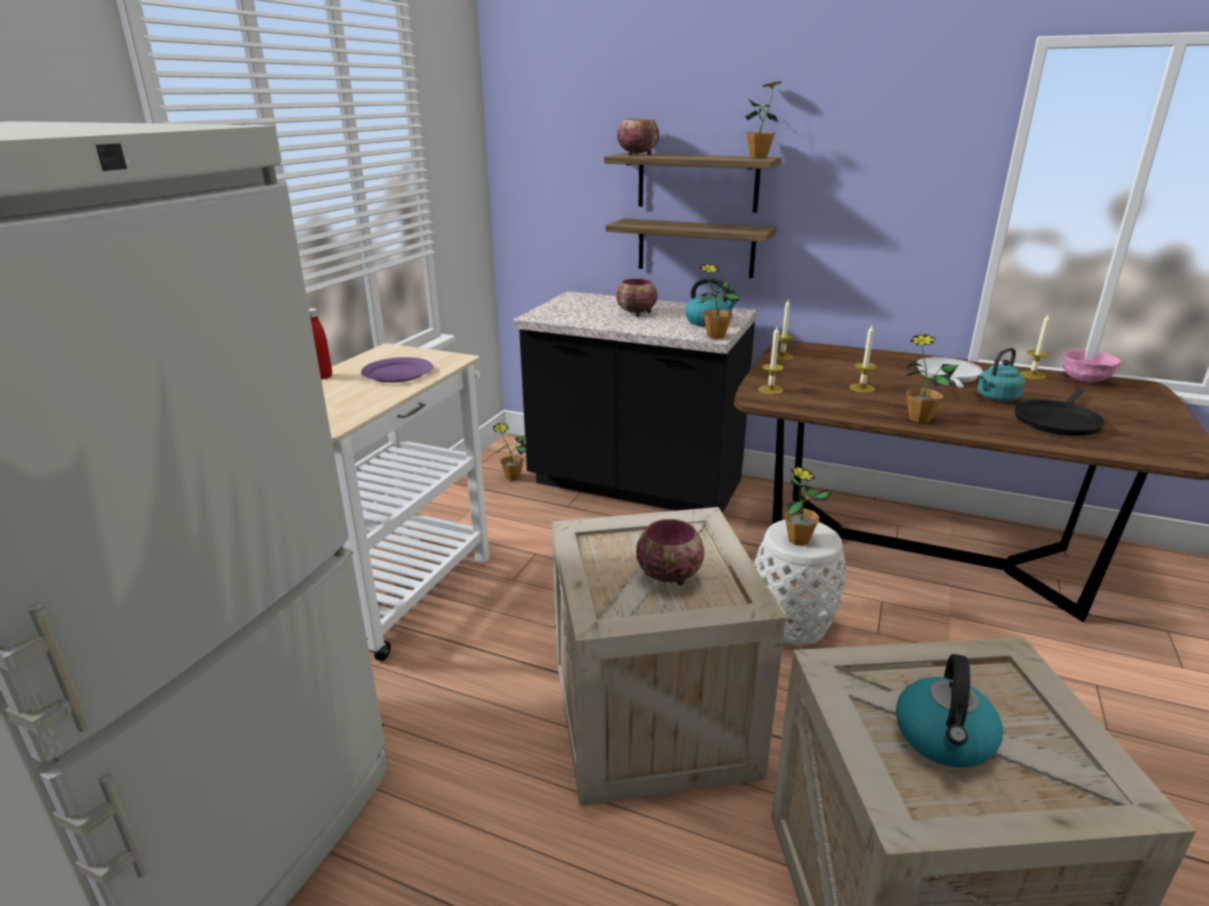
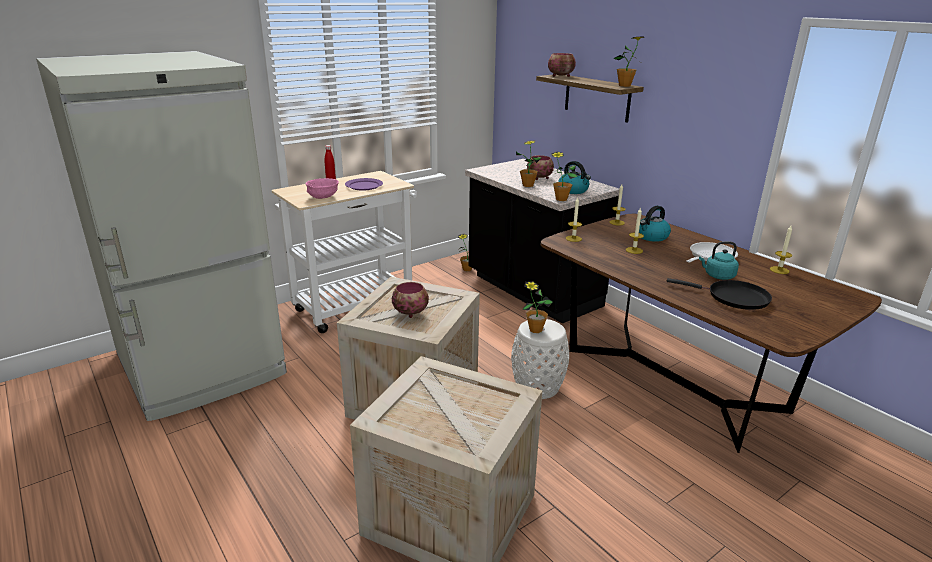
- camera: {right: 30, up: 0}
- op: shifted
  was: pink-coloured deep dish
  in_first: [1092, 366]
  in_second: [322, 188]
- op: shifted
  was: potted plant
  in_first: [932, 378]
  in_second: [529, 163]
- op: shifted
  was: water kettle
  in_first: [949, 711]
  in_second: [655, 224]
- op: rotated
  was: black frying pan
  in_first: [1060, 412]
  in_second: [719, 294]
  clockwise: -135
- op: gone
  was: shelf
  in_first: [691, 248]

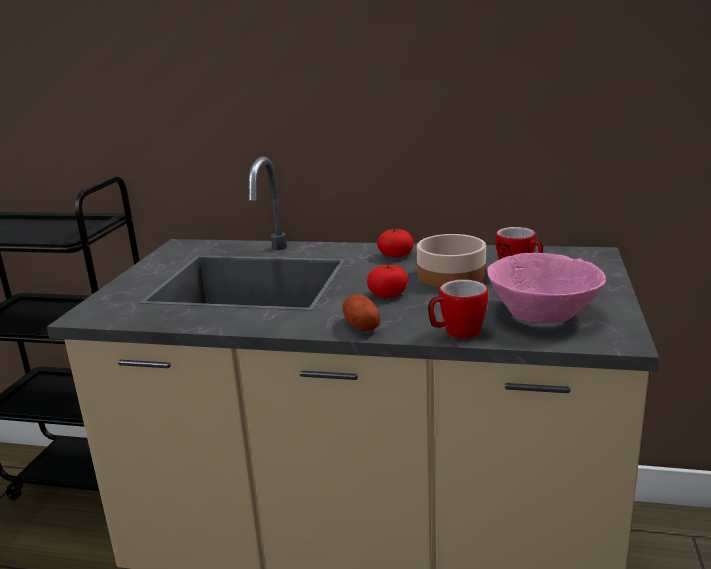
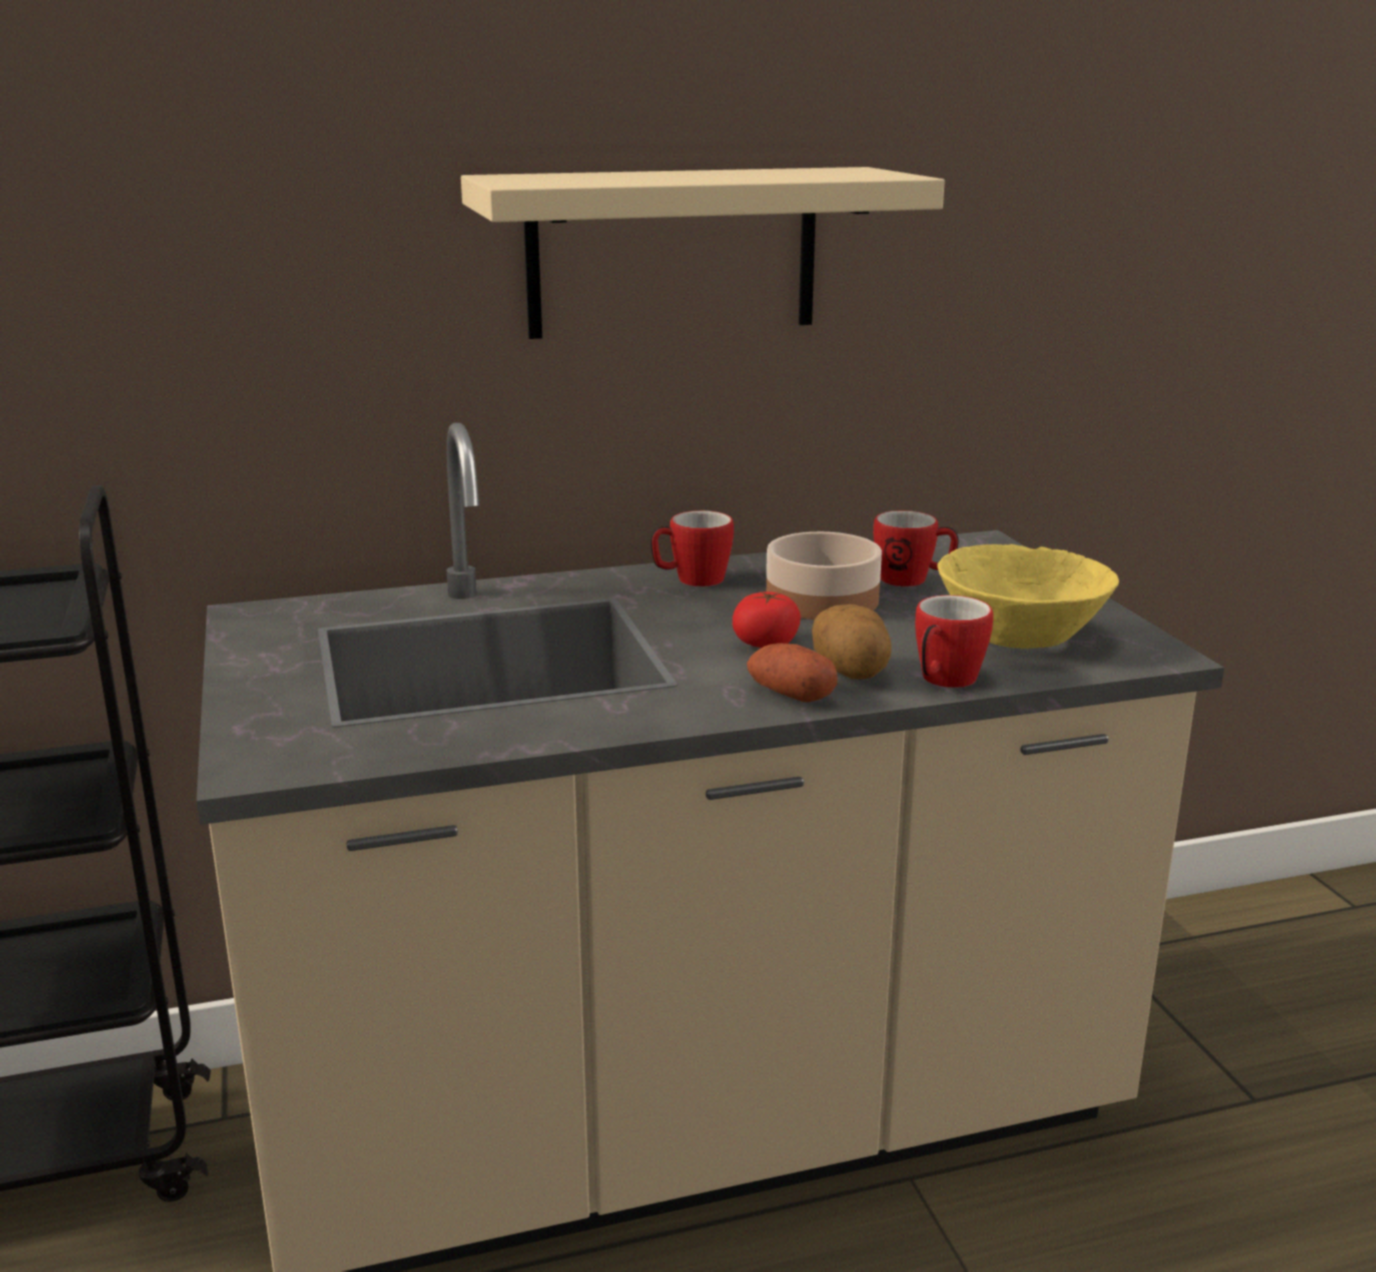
- camera: {right: -30, up: 0}
- op: new
  now: sand-coloured shelf
  in_second: [703, 253]
- op: swapped
  was: fresh tomato
  now: tea mug
  in_first: [395, 243]
  in_second: [692, 549]
- op: new
  now: whole potato
  in_second: [851, 642]
- op: repainted
  was: pink-coloured deep dish
  now: yellowish deep dish
  in_first: [546, 288]
  in_second: [1028, 596]

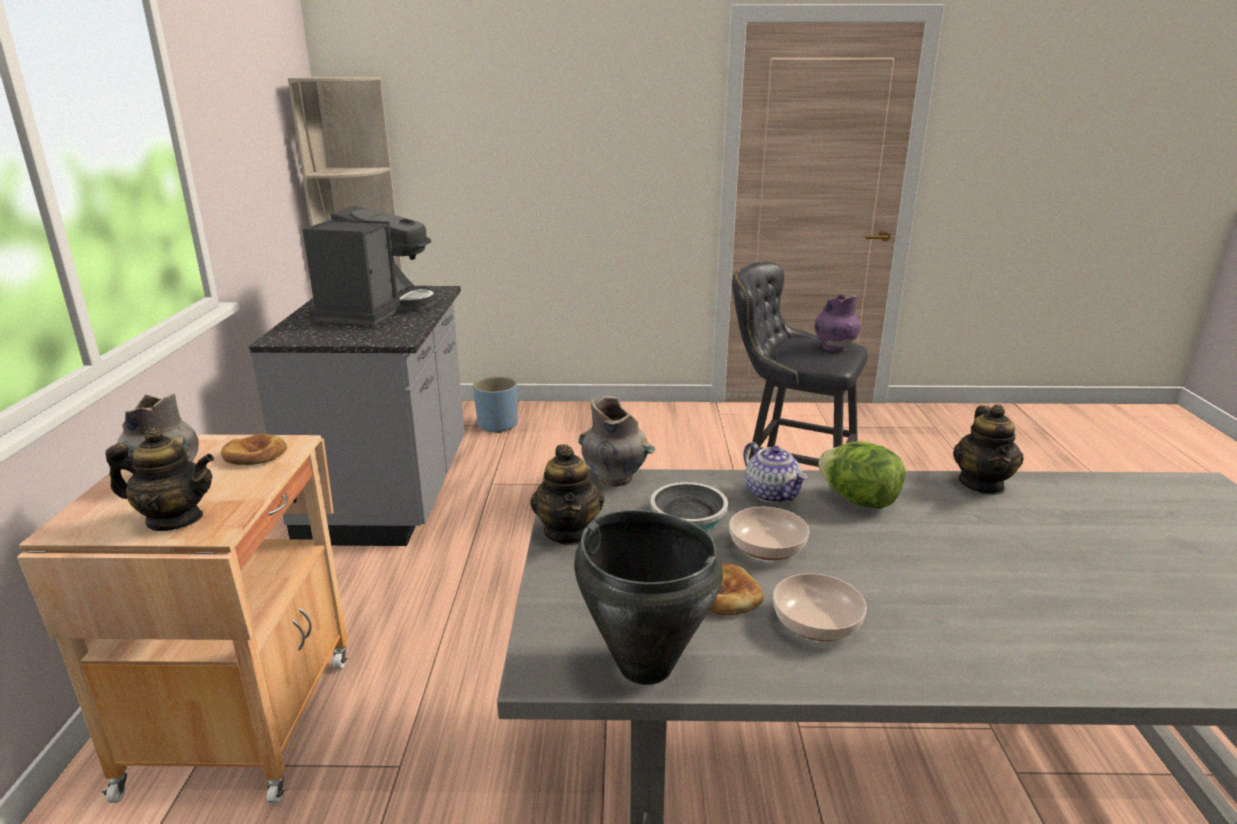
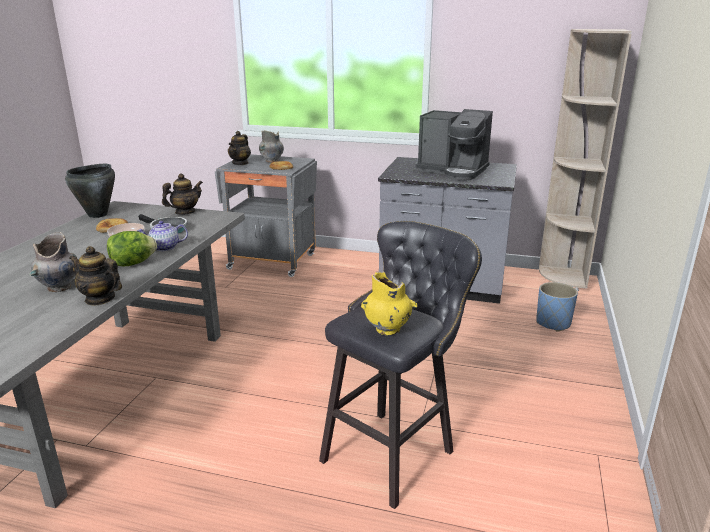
- camera: {right: 105, up: 0}
- op: shifted
  was: gray flower vase
  in_first: [616, 440]
  in_second: [53, 262]
- op: rotated
  was: teapot
  in_first: [567, 494]
  in_second: [182, 194]
  clockwise: 135
- op: repainted
  was: brown-coloured trolley
  now: gray trolley
  in_first: [183, 620]
  in_second: [266, 215]
- op: repainted
  was: purplish flower vase
  now: yellowish flower vase
  in_first: [837, 323]
  in_second: [389, 303]
- op: gone
  was: deep dish
  in_first: [820, 607]

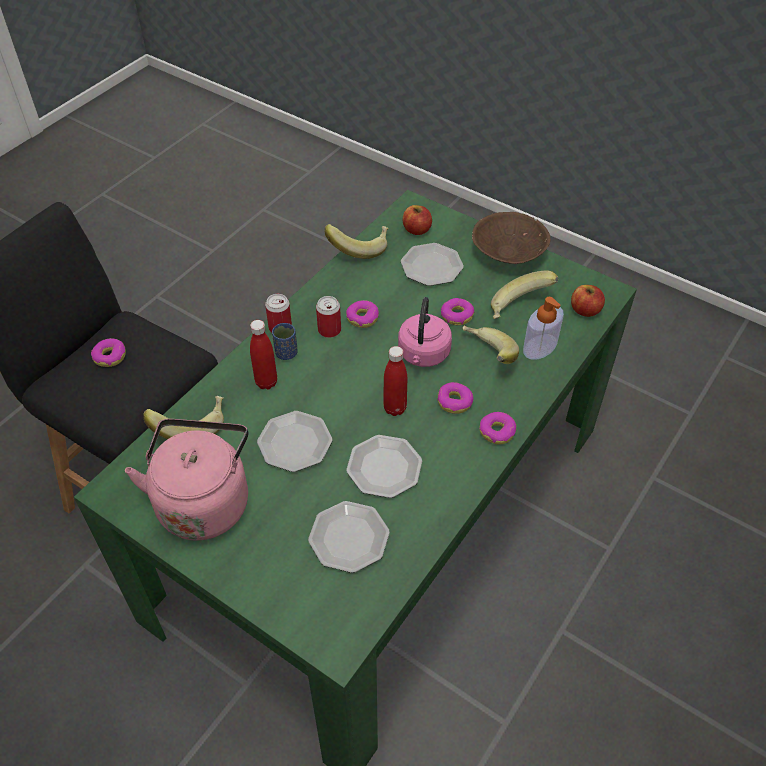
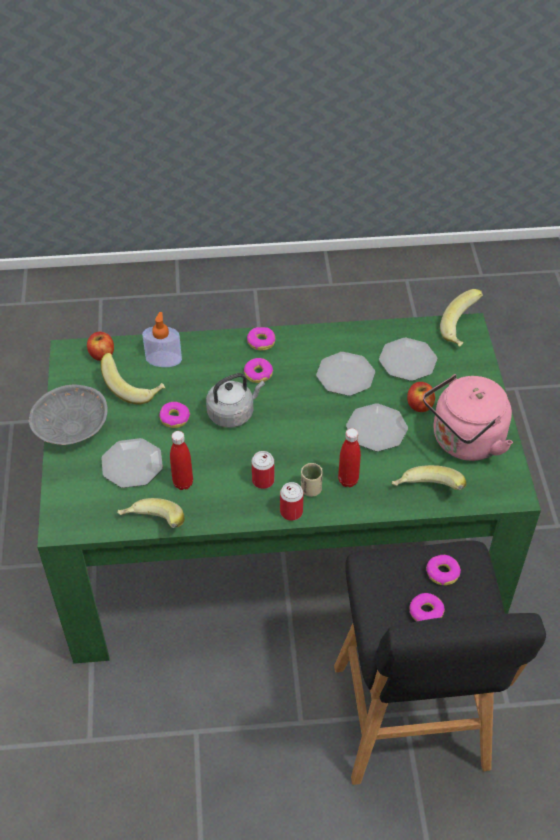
- camera: {right: -130, up: 0}
- op: repainted
  was: brown-coloured deep dish
  now: gray deep dish
  in_first: [511, 238]
  in_second: [68, 415]
- op: shifted
  was: reddish drink bottle
  in_first: [395, 381]
  in_second: [181, 460]
- op: repainted
  was: pink-coloured water kettle
  now: gray water kettle
  in_first: [425, 332]
  in_second: [235, 400]
- op: repainted
  was: blue cup
  now: sand-coloured cup
  in_first: [285, 341]
  in_second: [312, 480]
- op: shifted
  was: whole apple
  in_first: [417, 220]
  in_second: [421, 397]
- op: shifted
  was: ring doughnut
  in_first: [362, 314]
  in_second: [443, 570]
- op: shifted
  was: whole banana
  in_first: [490, 344]
  in_second: [461, 318]

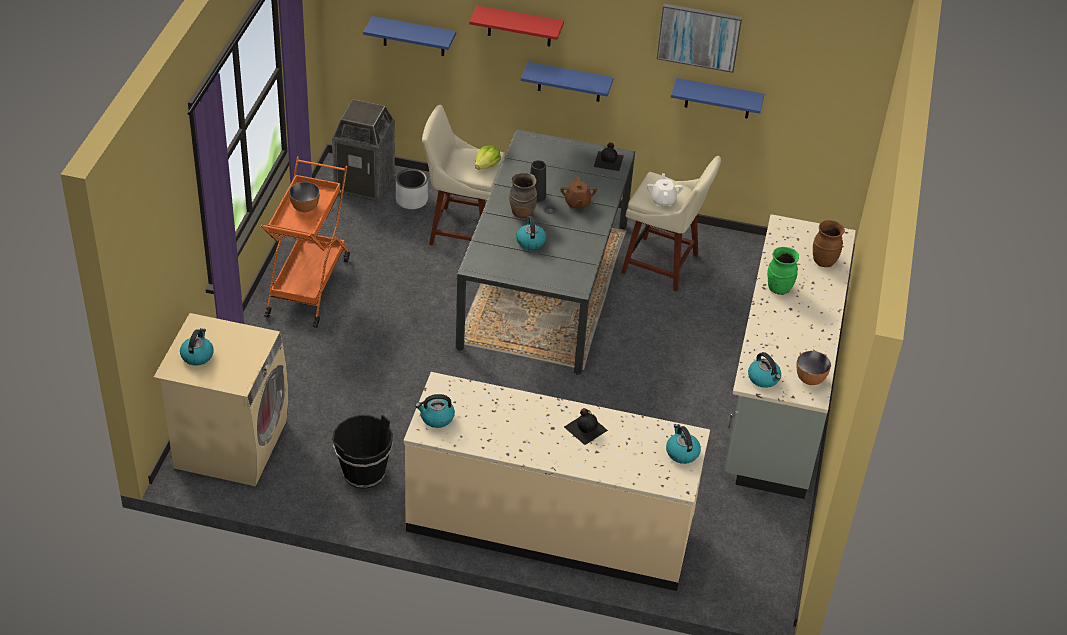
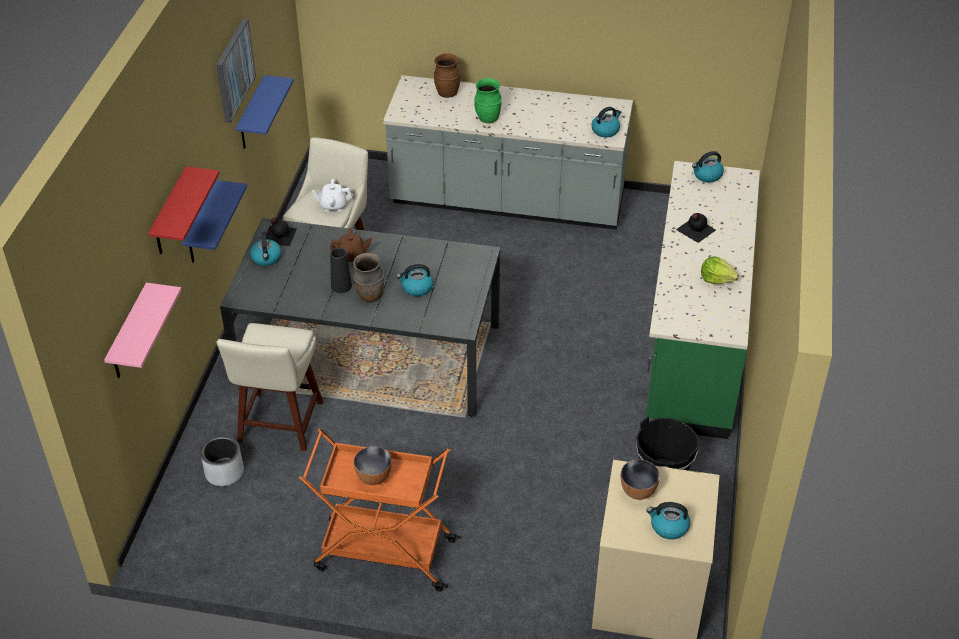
- camera: {right: -90, up: 0}
- op: repainted
  was: blue shelf
  now: pink-coloured shelf
  in_first: [409, 36]
  in_second: [142, 330]
- op: shifted
  was: water kettle
  in_first: [435, 411]
  in_second: [266, 249]
- op: shifted
  was: deep dish
  in_first: [813, 368]
  in_second: [640, 480]
- op: repainted
  was: sand-coloured kitchen counter
  now: greenish kitchen counter
  in_first: [557, 481]
  in_second: [703, 300]
- op: shifted
  was: lettuce head
  in_first: [488, 157]
  in_second: [720, 270]
- op: gone
  was: trash can
  in_first: [363, 150]

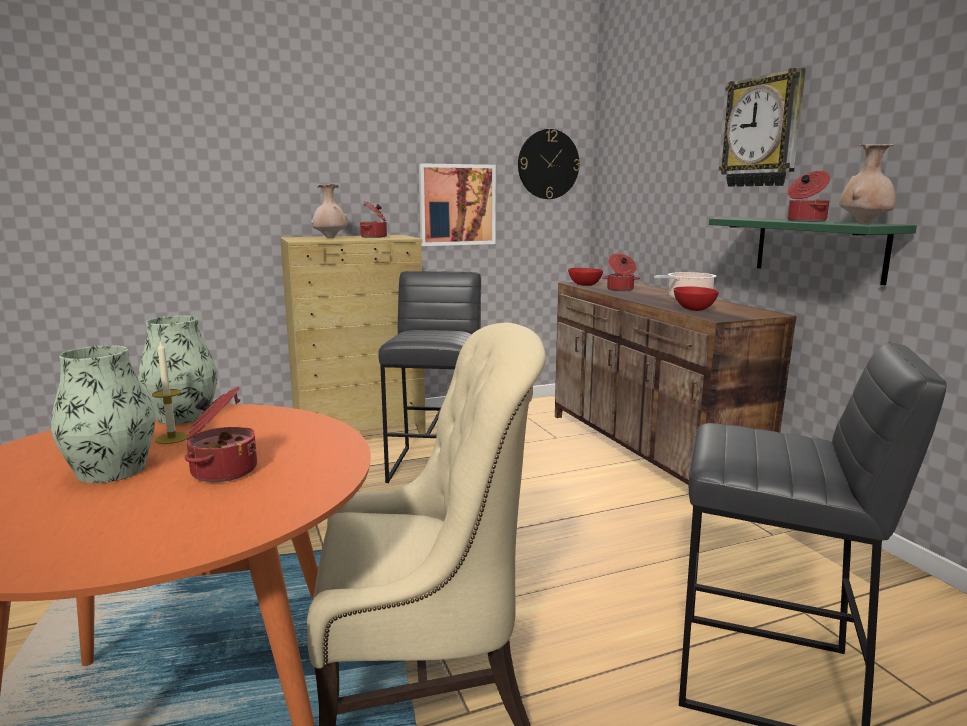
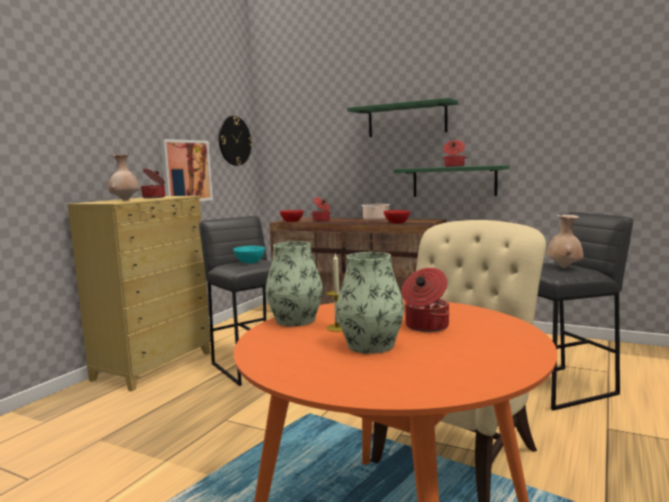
- camera: {right: -40, up: -5}
- op: new
  now: turquoise deep dish
  in_second: [249, 254]
- op: swapped
  was: hanging clock
  now: greenish shelf
  in_first: [762, 127]
  in_second: [402, 117]
- op: shifted
  was: sand-coloured flower vase
  in_first: [867, 184]
  in_second: [564, 241]

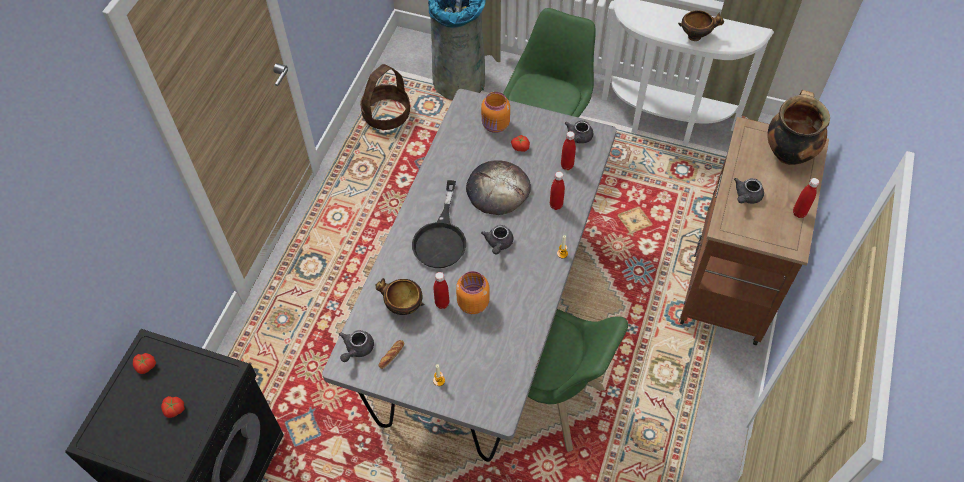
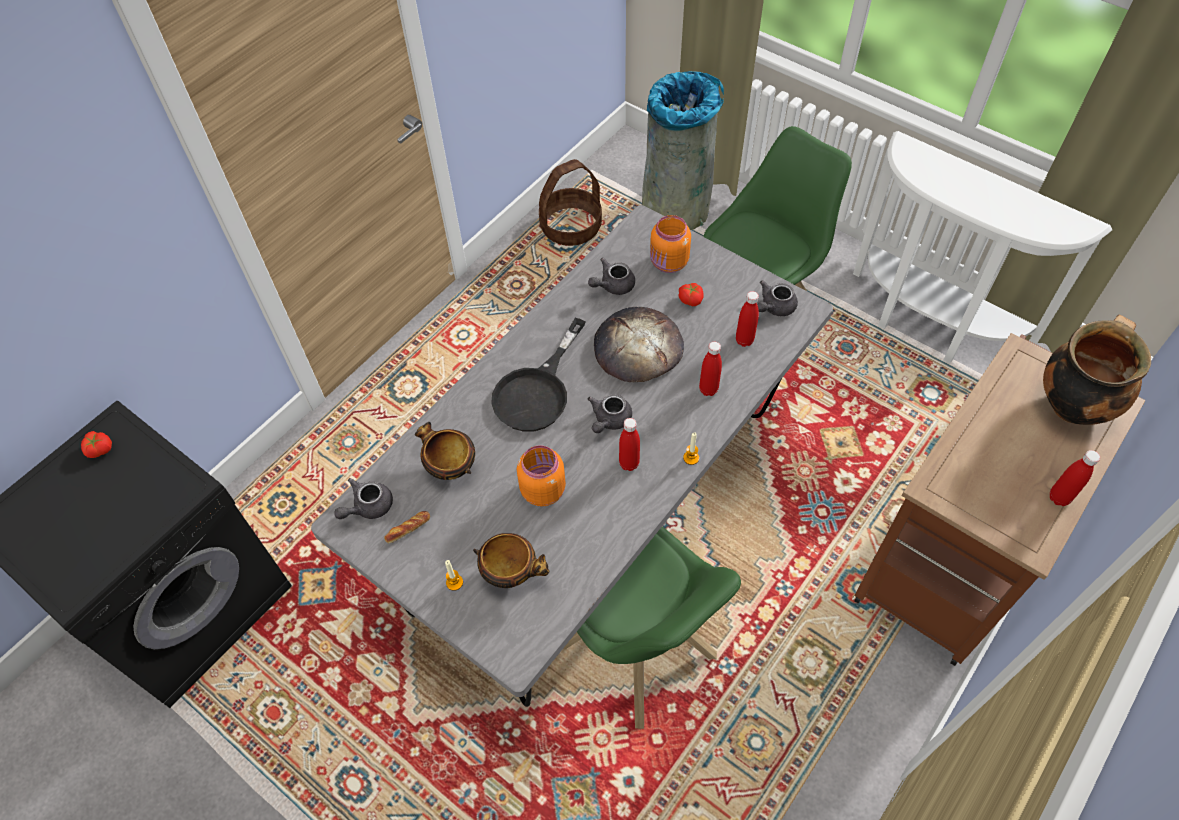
- camera: {right: 20, up: 0}
- op: shifted
  was: deep dish
  in_first: [701, 25]
  in_second: [511, 560]
- op: shifted
  was: gray teapot
  in_first: [749, 191]
  in_second: [611, 276]
- op: shifted
  was: reddish drink bottle
  in_first: [441, 290]
  in_second: [629, 444]
- op: gone
  was: fresh tomato
  in_first: [173, 407]

